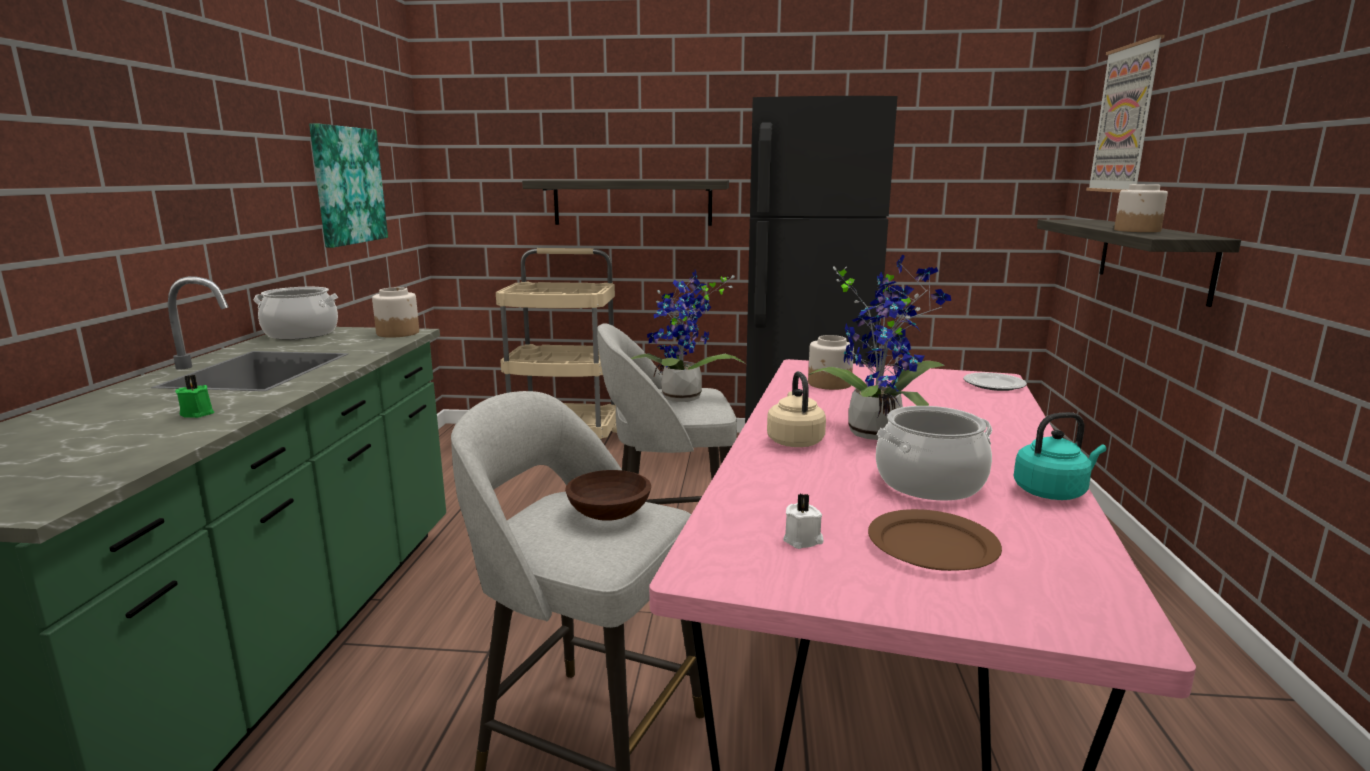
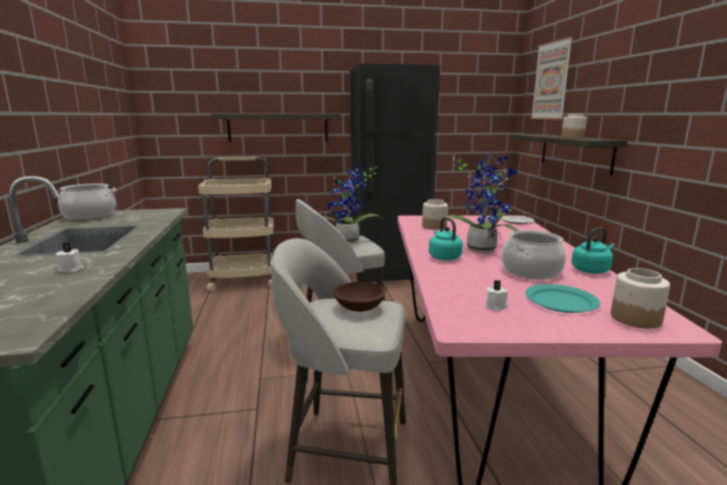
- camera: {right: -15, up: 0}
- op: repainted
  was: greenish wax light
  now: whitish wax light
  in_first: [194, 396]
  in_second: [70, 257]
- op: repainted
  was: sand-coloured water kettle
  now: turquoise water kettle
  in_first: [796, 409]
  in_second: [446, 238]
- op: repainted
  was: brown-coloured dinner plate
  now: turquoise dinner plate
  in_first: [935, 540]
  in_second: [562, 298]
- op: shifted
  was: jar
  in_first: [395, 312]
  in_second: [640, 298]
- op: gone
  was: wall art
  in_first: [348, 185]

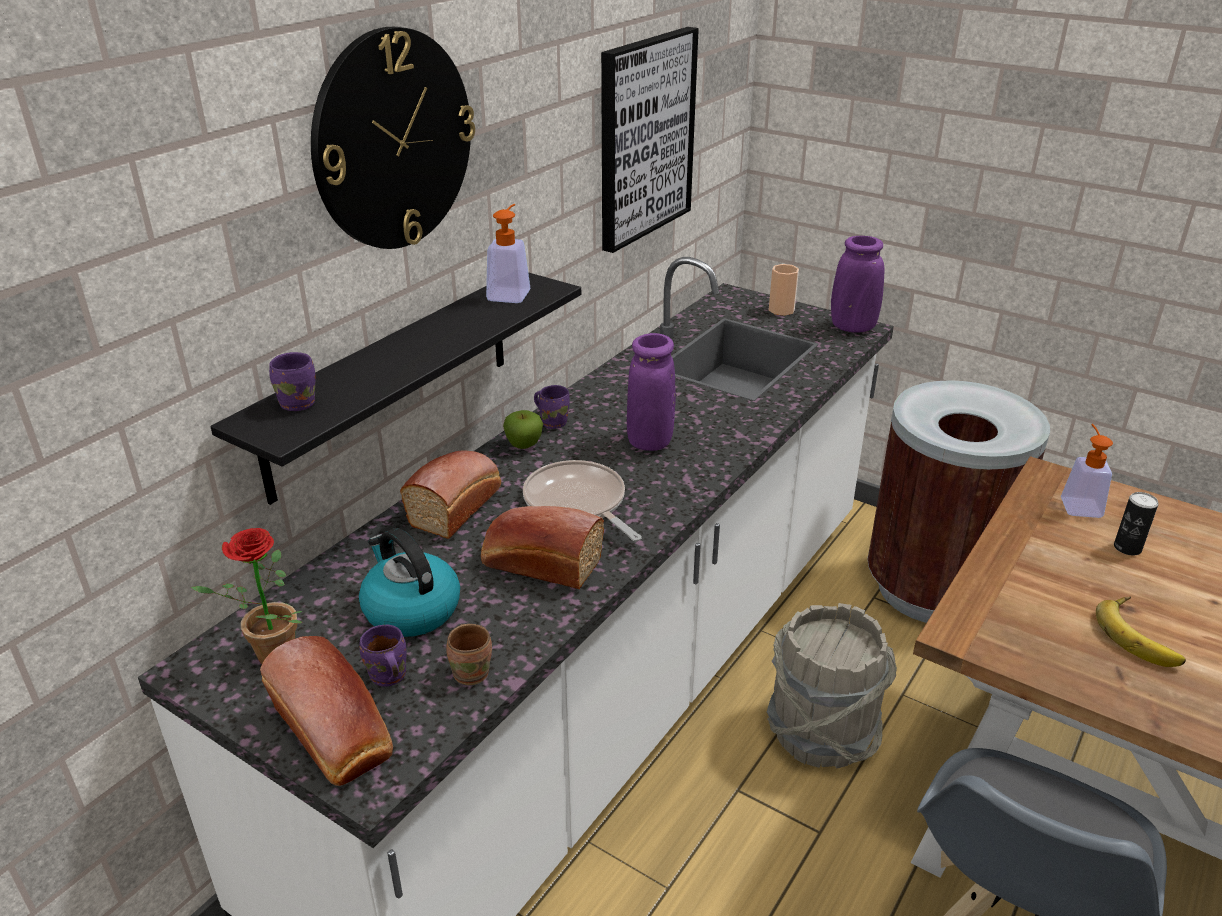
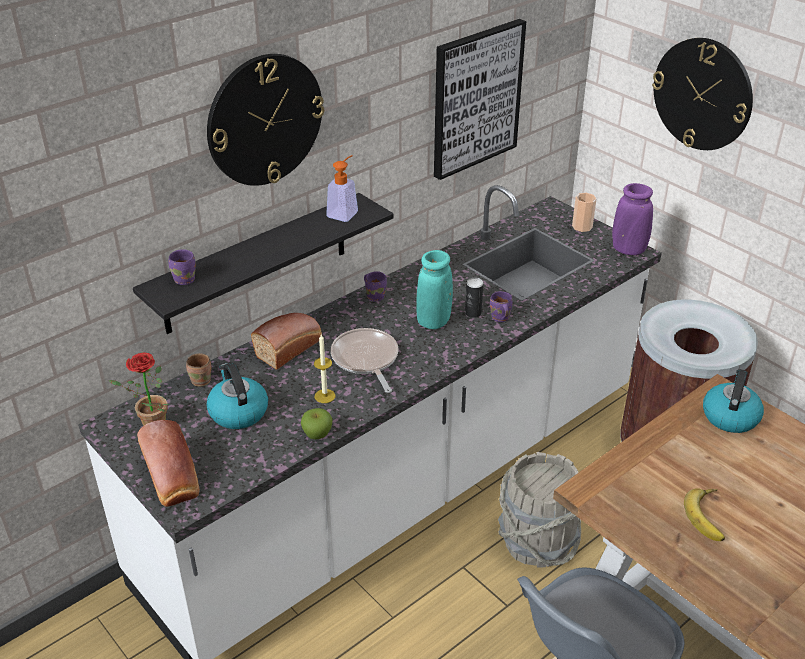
- camera: {right: 15, up: 5}
- op: shifted
  was: brown-coloured tea mug
  in_first: [469, 654]
  in_second: [198, 370]
- op: shifted
  was: whole apple
  in_first: [523, 429]
  in_second: [316, 424]
- op: swapped
  was: bread
  now: wax light
  in_first: [542, 547]
  in_second: [324, 369]
- op: repainted
  was: purplish flower vase
  now: turquoise flower vase
  in_first: [651, 392]
  in_second: [434, 289]
- op: shifted
  was: metal can
  in_first: [1136, 523]
  in_second: [474, 298]
- op: shifted
  was: purplish tea mug
  in_first: [383, 656]
  in_second: [501, 306]
- op: new
  now: hanging clock
  in_second: [702, 94]
- op: swapped
  was: soap dispenser
  now: water kettle
  in_first: [1087, 471]
  in_second: [733, 401]

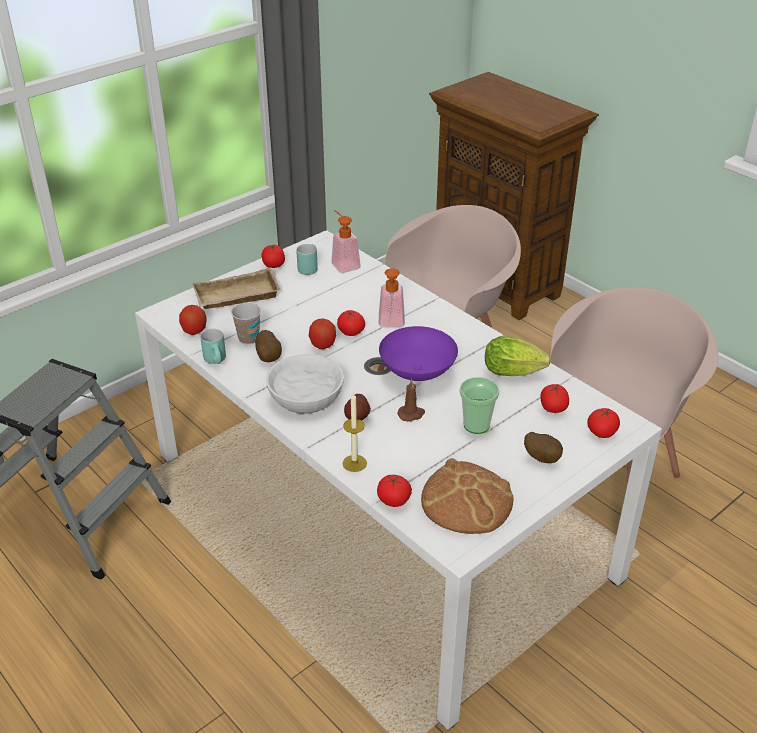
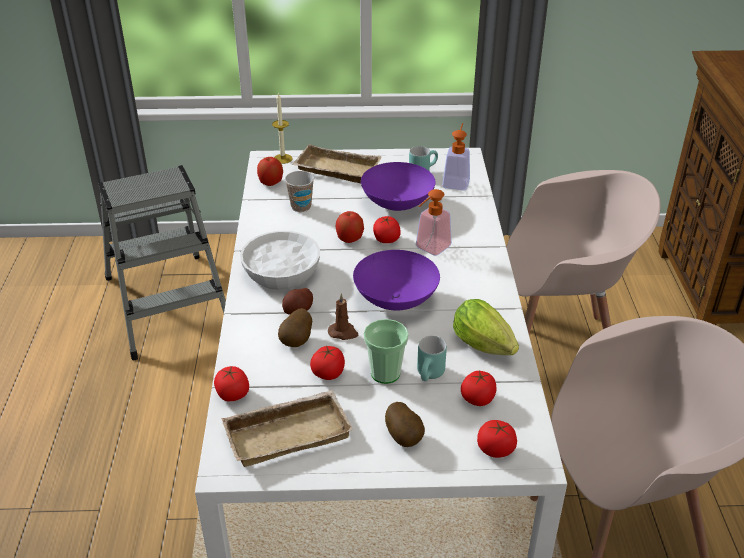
- camera: {right: 40, up: 0}
- op: swapped
  was: bread
  now: sand-coloured tray
  in_first: [467, 496]
  in_second: [287, 428]
- op: shifted
  was: wax light
  in_first: [354, 432]
  in_second: [282, 129]
- op: shifted
  was: whole potato
  in_first: [268, 346]
  in_second: [295, 327]
- op: shifted
  was: fresh tomato
  in_first: [273, 256]
  in_second: [327, 362]
- op: new
  now: purplish deep dish
  in_second: [398, 186]
- op: shifted
  was: turquoise tea mug
  in_first: [213, 346]
  in_second: [432, 358]

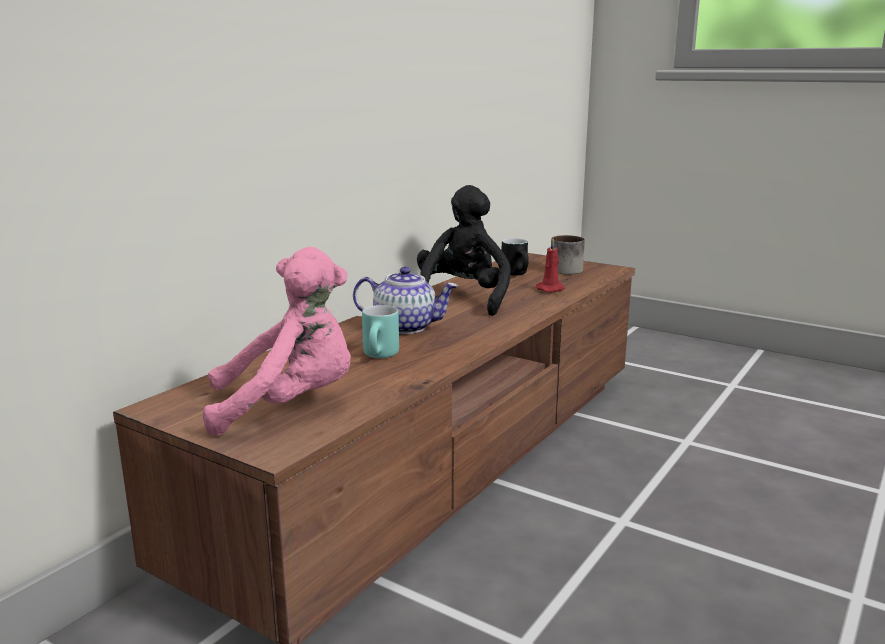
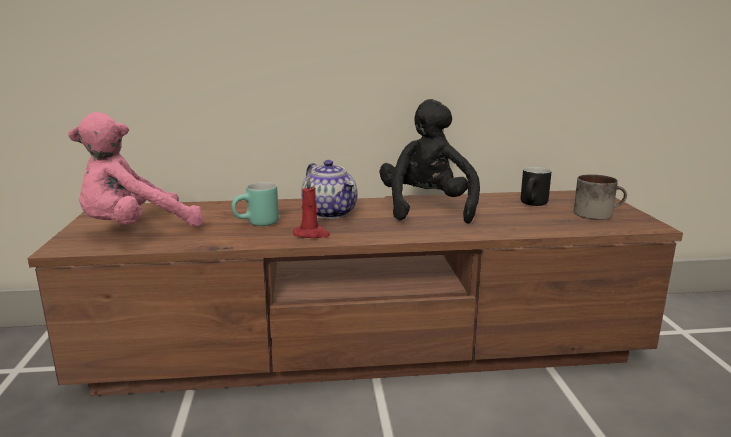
- camera: {right: 50, up: 0}
- op: rotated
  was: pink-coloured soft toy
  in_first: [277, 341]
  in_second: [136, 169]
  clockwise: 105
- op: shifted
  was: reddish wax light
  in_first: [550, 265]
  in_second: [311, 207]
- op: rotated
  was: black soft toy
  in_first: [464, 250]
  in_second: [429, 161]
  clockwise: -60

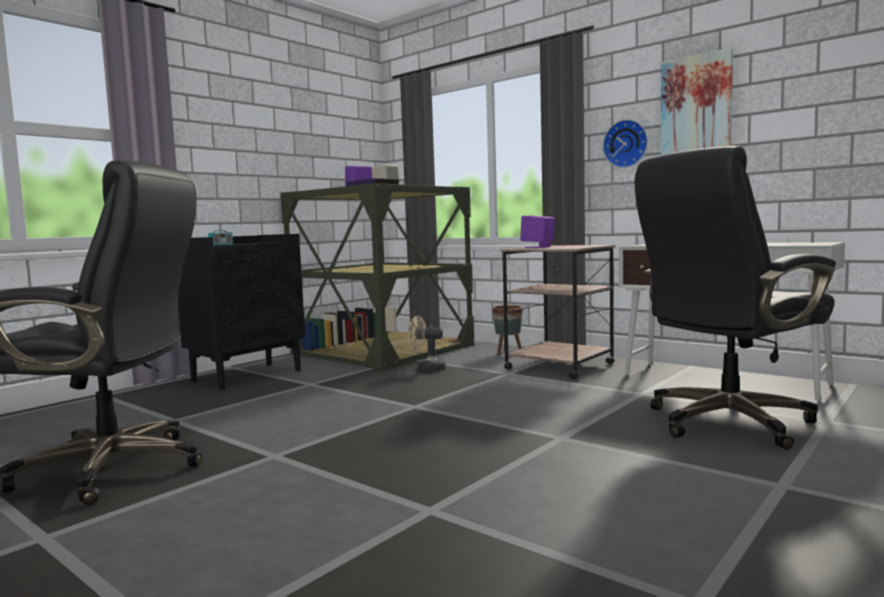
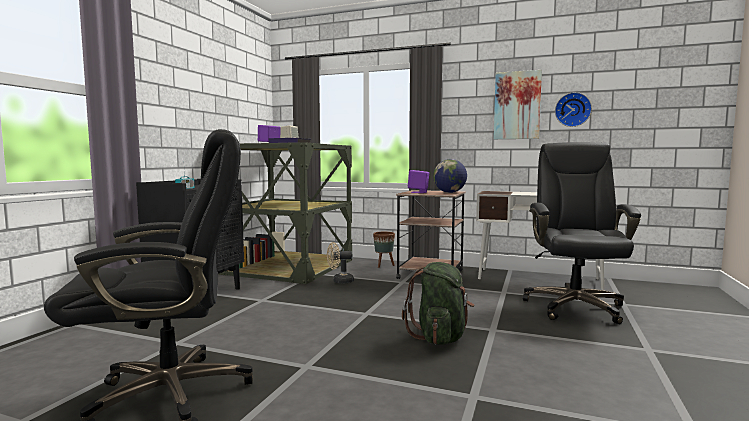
- camera: {right: -20, up: 0}
- op: new
  now: greenish knapsack
  in_second: [438, 303]
- op: new
  now: world globe
  in_second: [450, 176]
- op: rotated
  was: black office chair
  in_first: [735, 297]
  in_second: [582, 233]
  clockwise: 150
- op: shifted
  was: hanging clock
  in_first: [625, 144]
  in_second: [573, 109]

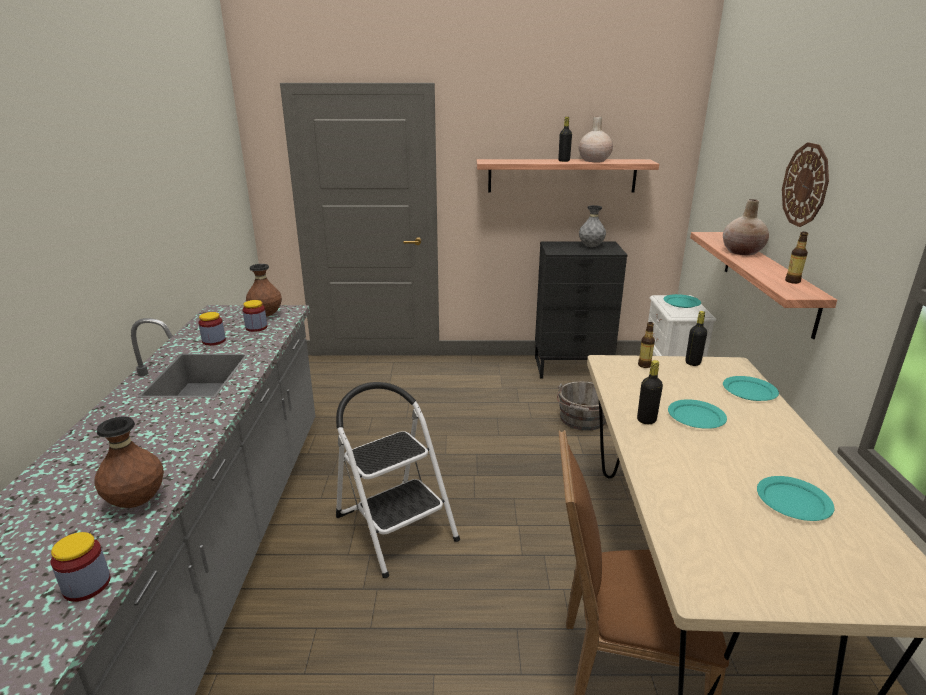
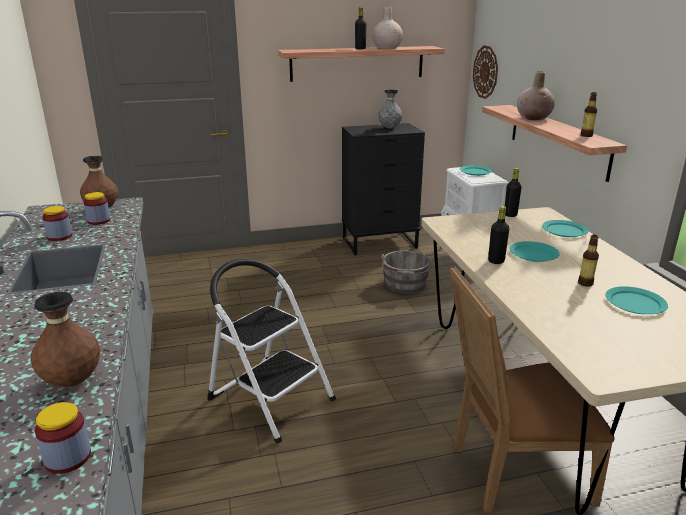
- camera: {right: -15, up: 0}
- op: shifted
  was: hanging clock
  in_first: [805, 184]
  in_second: [485, 72]
- op: shifted
  was: drink bottle
  in_first: [646, 345]
  in_second: [588, 261]

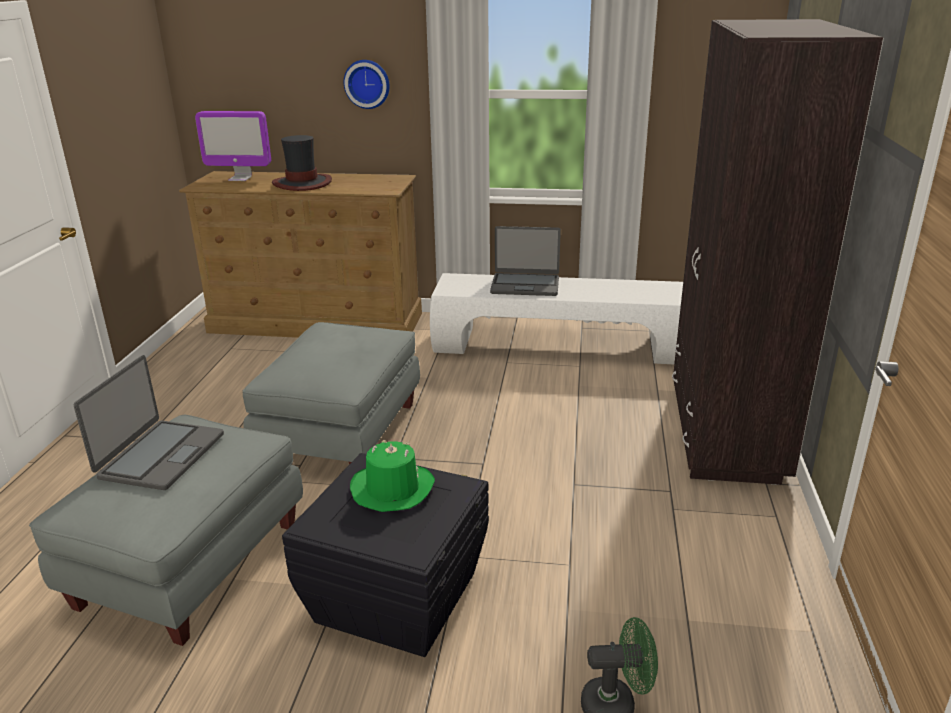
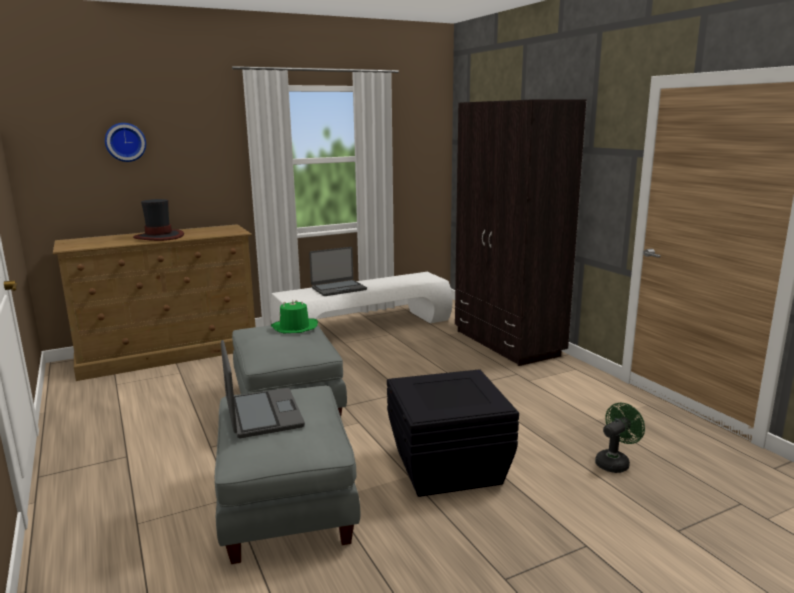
- camera: {right: -35, up: -10}
- op: shifted
  was: hanging clock
  in_first: [366, 84]
  in_second: [125, 142]
- op: shifted
  was: greenish clothing hat
  in_first: [392, 476]
  in_second: [294, 316]
- op: gone
  was: monitor
  in_first: [233, 146]

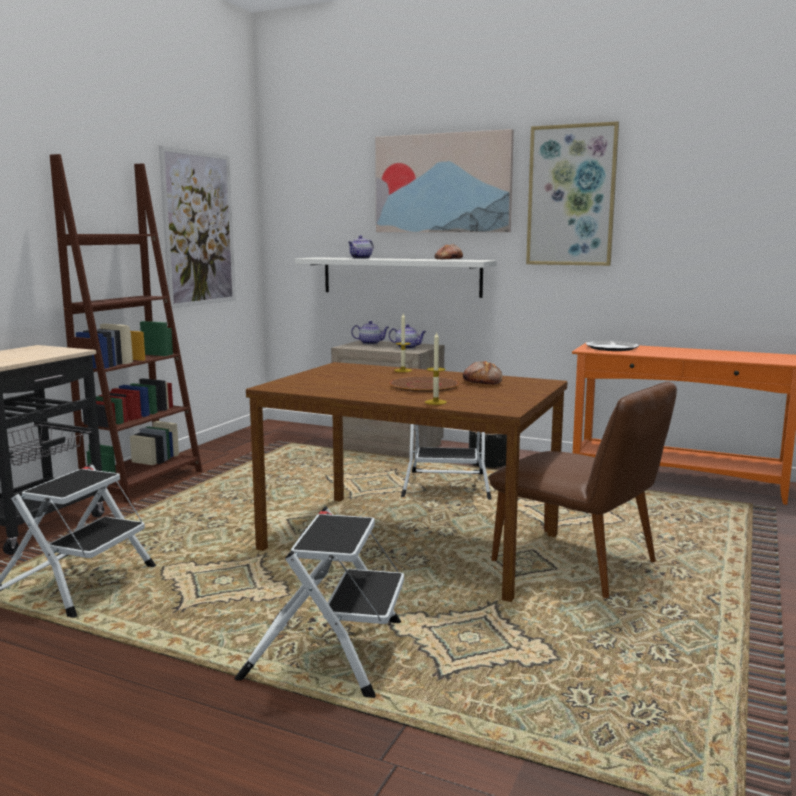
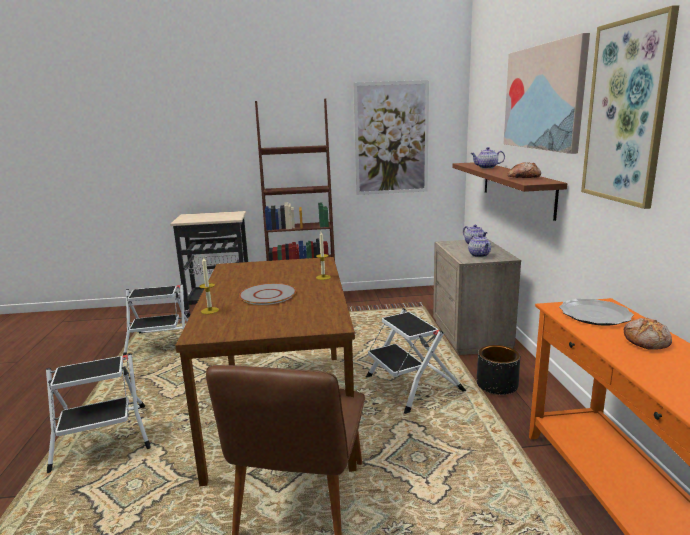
- camera: {right: 60, up: 5}
- op: repainted
  was: brown-coloured dinner plate
  now: gray dinner plate
  in_first: [424, 384]
  in_second: [267, 294]
- op: repainted
  was: whitish shelf
  now: brown-coloured shelf
  in_first: [396, 277]
  in_second: [509, 191]
- op: shifted
  was: bread
  in_first: [482, 372]
  in_second: [648, 334]

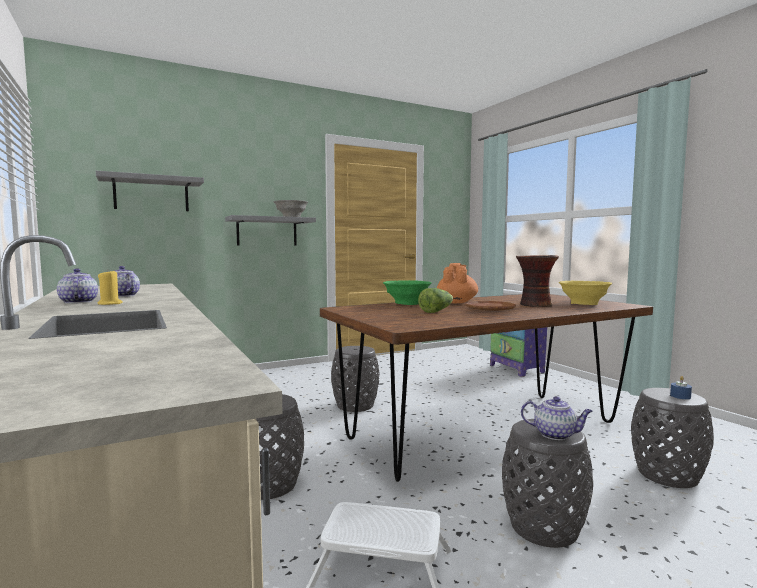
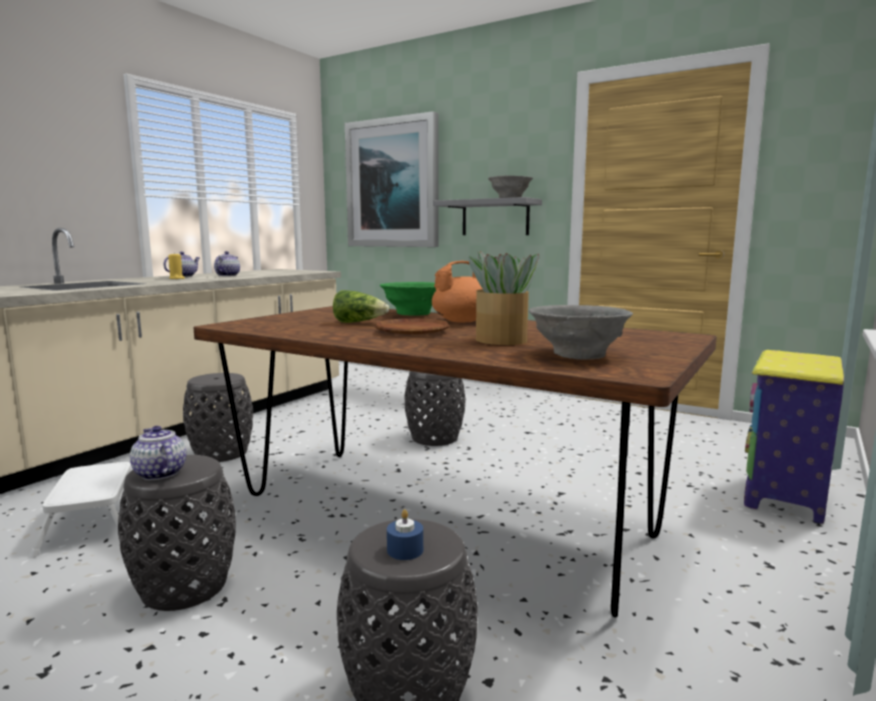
- camera: {right: 60, up: 5}
- op: rotated
  was: teapot
  in_first: [557, 418]
  in_second: [158, 453]
  clockwise: 150
- op: swapped
  was: gray shelf
  now: wall art
  in_first: [150, 191]
  in_second: [392, 179]
- op: swapped
  was: flower vase
  now: potted plant
  in_first: [537, 281]
  in_second: [504, 298]
- op: repainted
  was: yellowish deep dish
  now: gray deep dish
  in_first: [585, 293]
  in_second: [581, 332]

